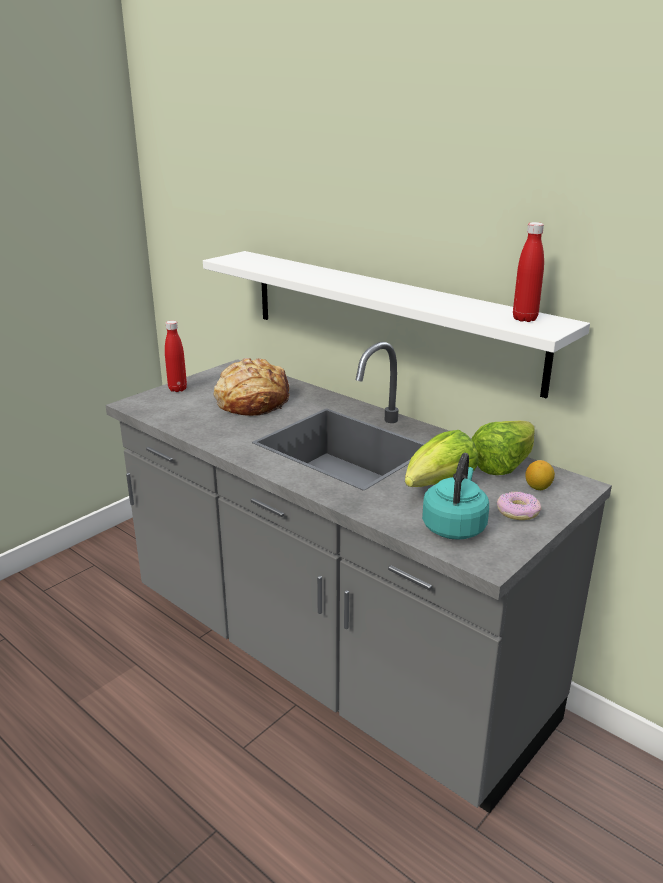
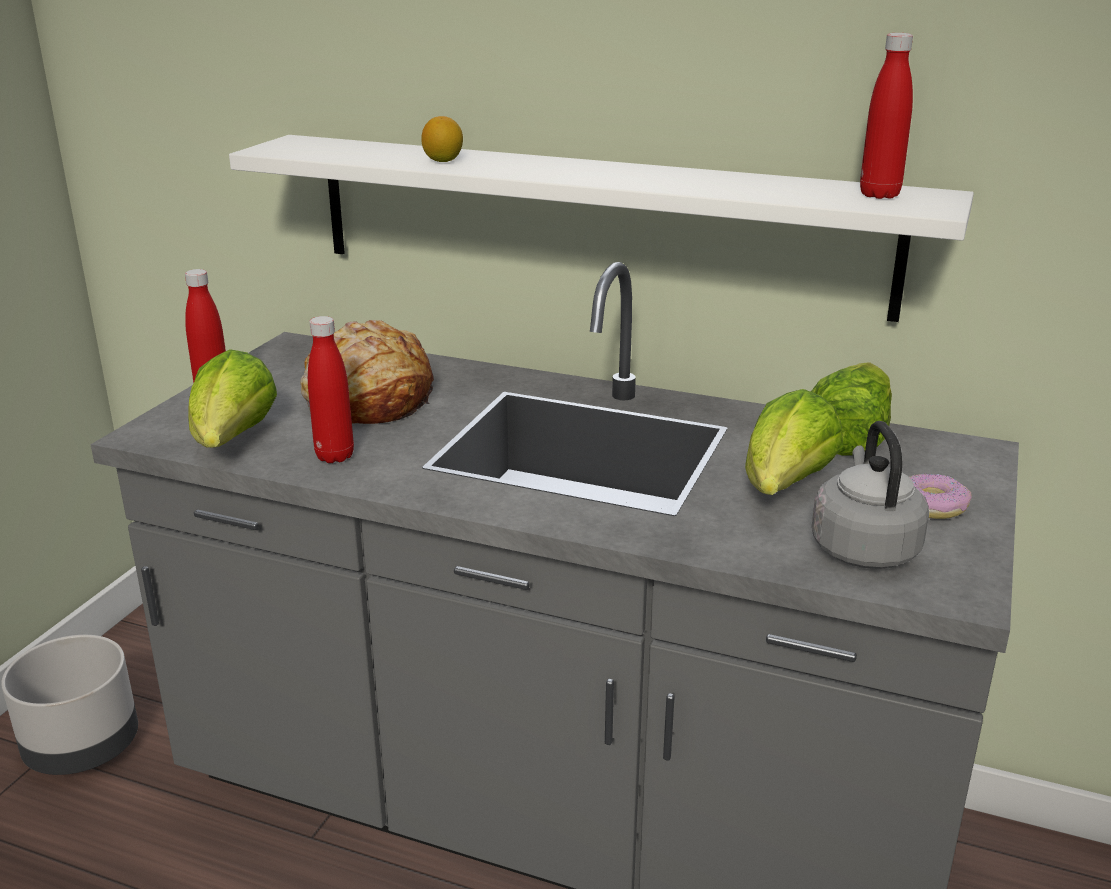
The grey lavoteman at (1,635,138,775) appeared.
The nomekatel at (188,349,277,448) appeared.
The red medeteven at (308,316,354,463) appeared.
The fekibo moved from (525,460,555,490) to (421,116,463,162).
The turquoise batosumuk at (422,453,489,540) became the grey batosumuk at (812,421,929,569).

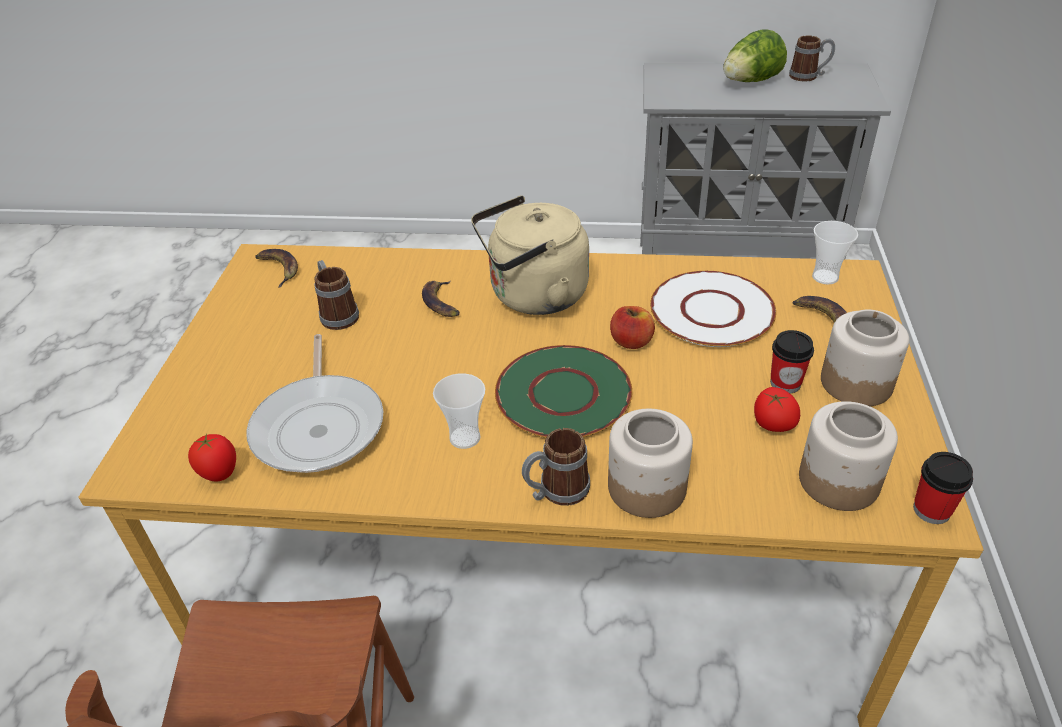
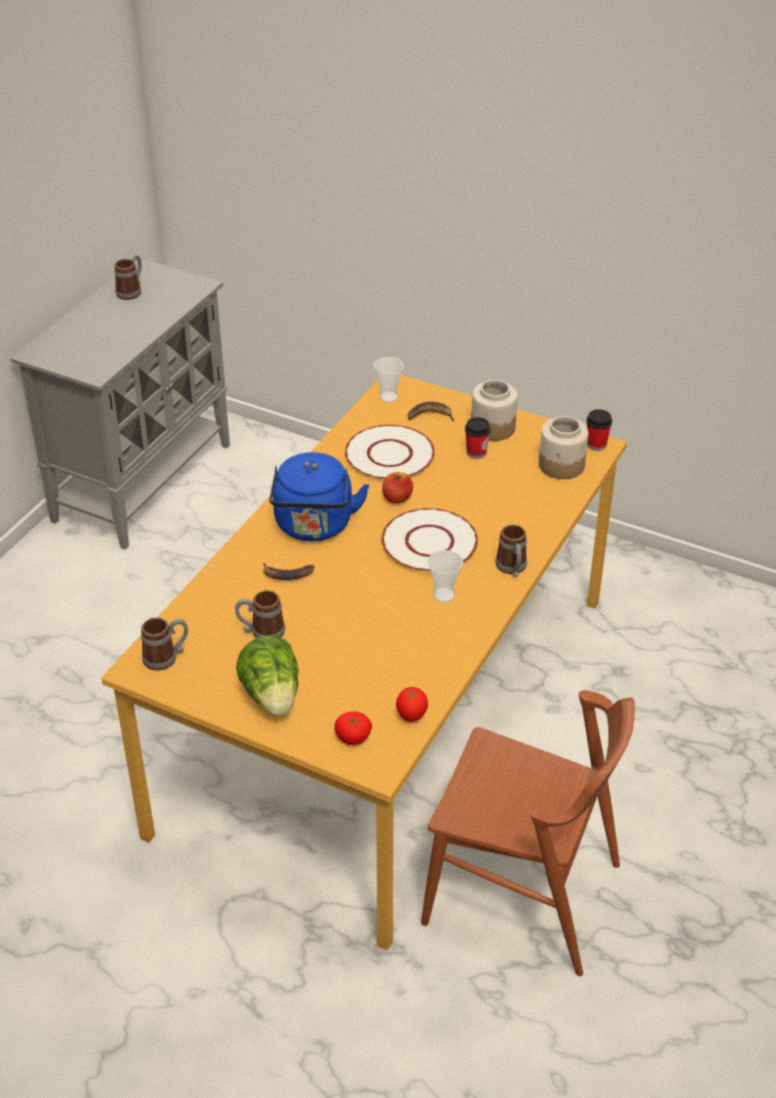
The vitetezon at (255,249,298,288) was replaced by the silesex at (141,617,188,671).
The nomekatel moved from (723,29,787,82) to (236,636,299,716).
The beige batosumuk at (471,195,589,315) became the blue batosumuk at (269,452,369,541).
The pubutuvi moved from (754,387,800,432) to (334,711,372,745).
The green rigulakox at (495,345,632,438) became the white rigulakox at (381,508,478,572).
The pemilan at (246,334,383,473) disappeared.
The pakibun at (608,409,693,518) disappeared.

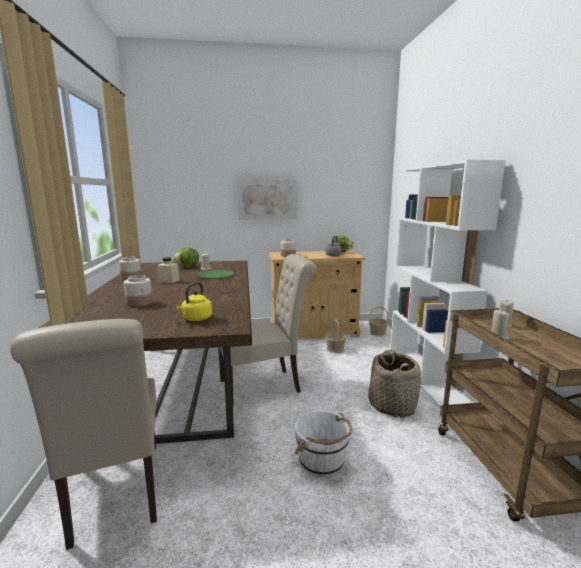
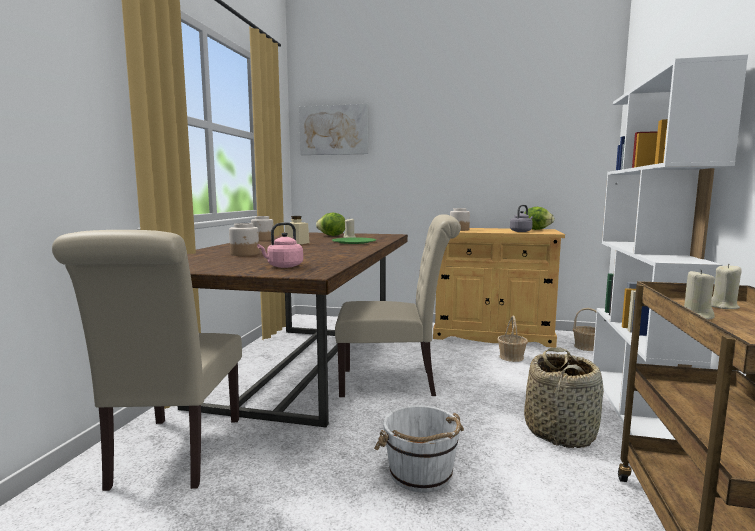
The yellow batosumuk at (176,282,212,321) became the pink batosumuk at (257,222,303,268).
The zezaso moved from (237,179,297,220) to (299,104,369,155).

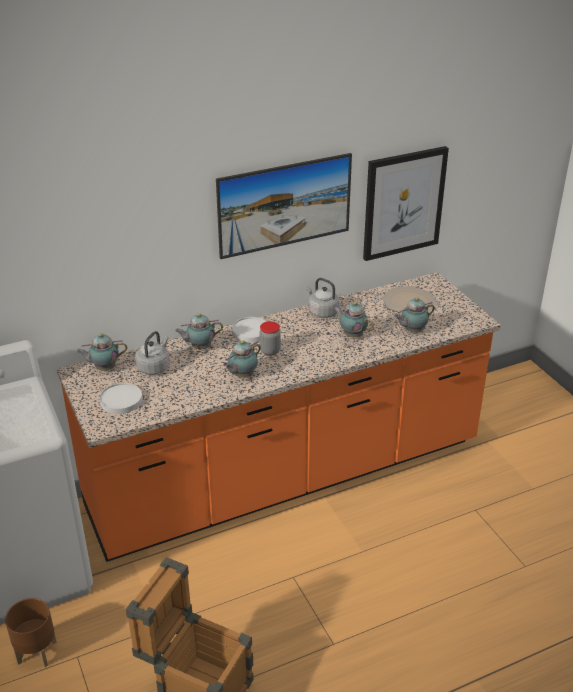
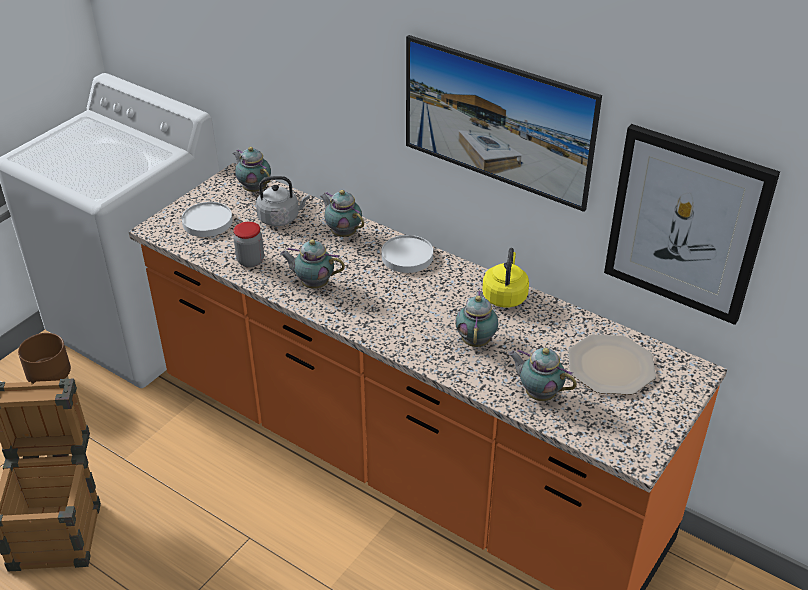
The pakibun moved from (259,321,281,356) to (233,222,264,268).
The grey batosumuk at (306,278,340,318) became the yellow batosumuk at (482,248,529,307).

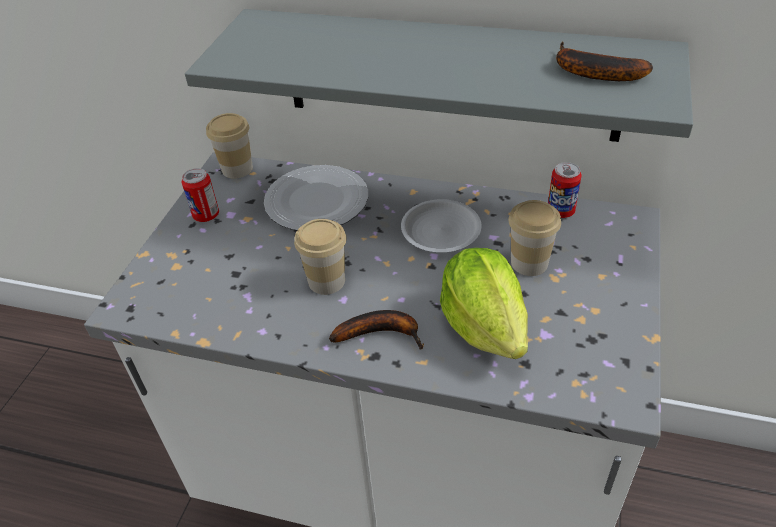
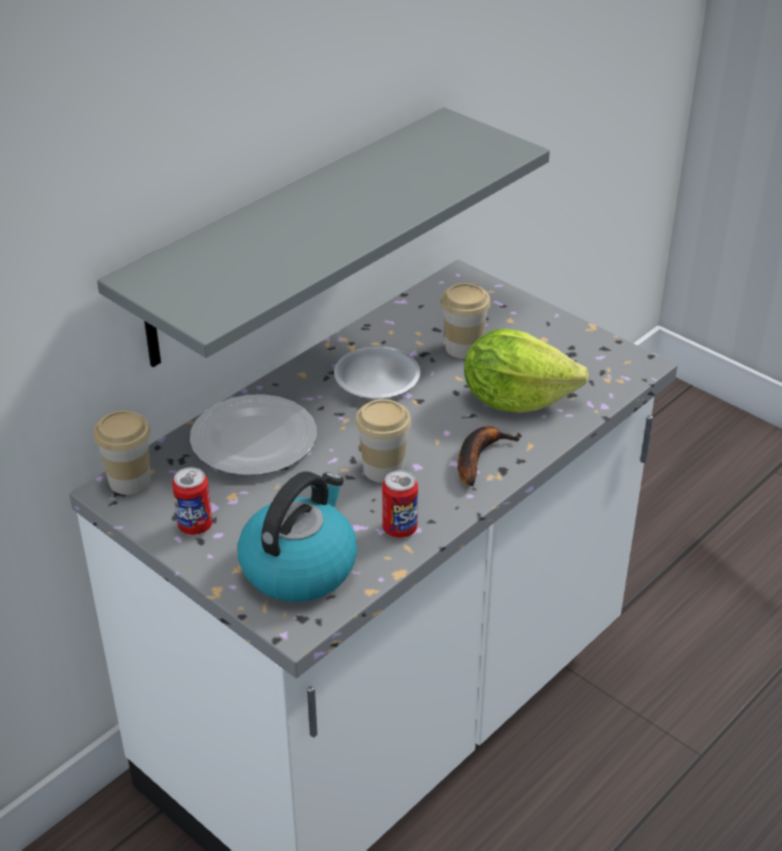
The batosumuk at (237,471,357,602) appeared.
The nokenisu moved from (548,162,582,218) to (382,470,418,538).
The vitetezon at (556,42,653,81) disappeared.

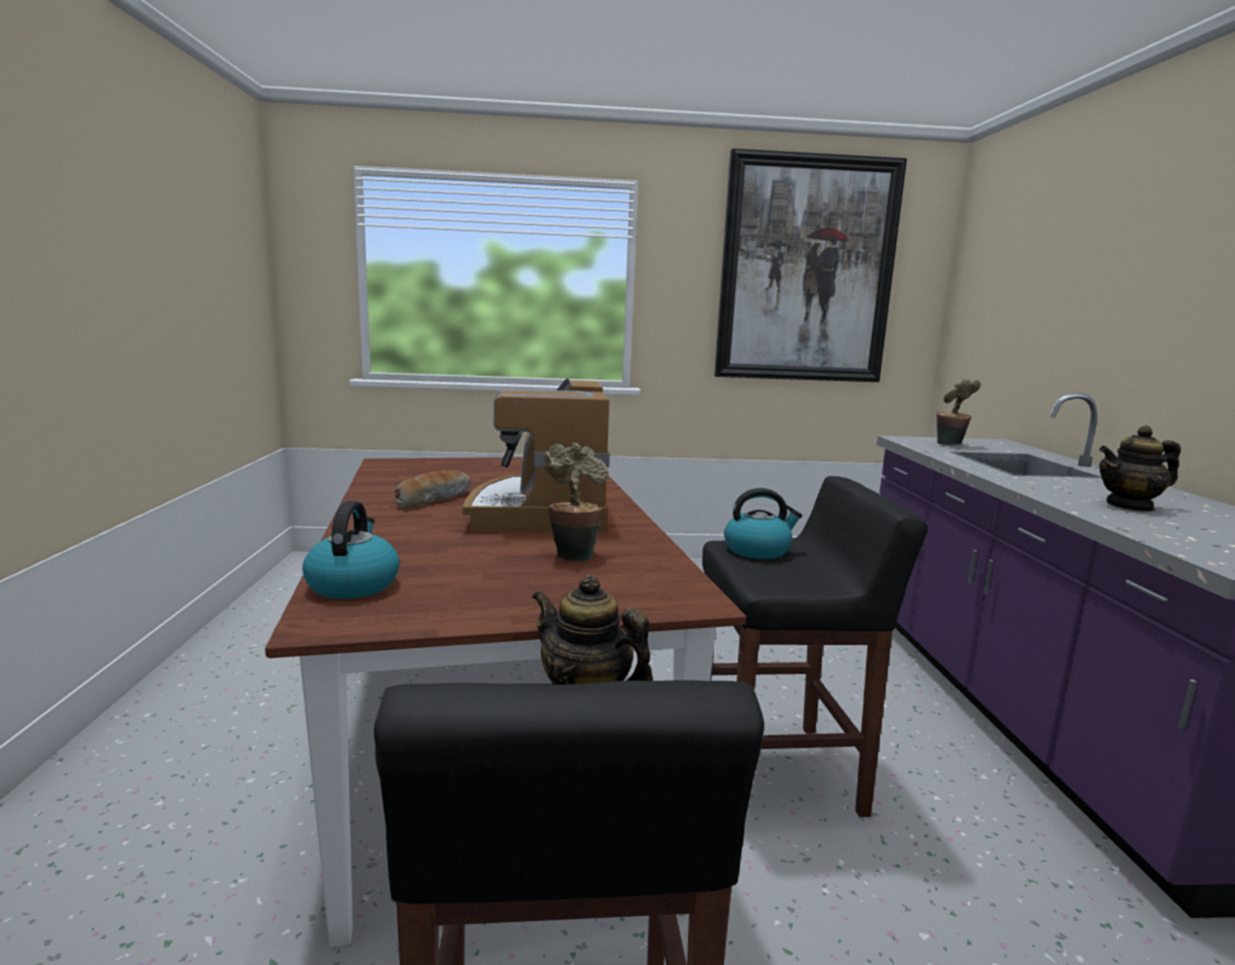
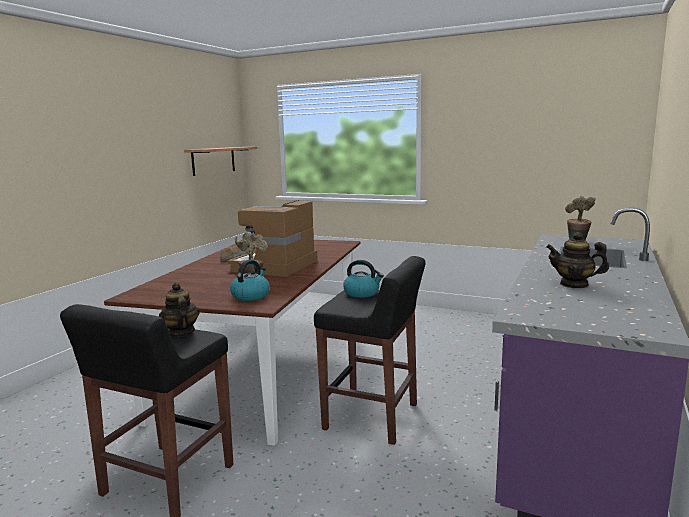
The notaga at (184,147,258,176) appeared.
The batosumuk moved from (303,501,399,599) to (230,260,270,301).
The zezaso at (714,149,907,382) disappeared.

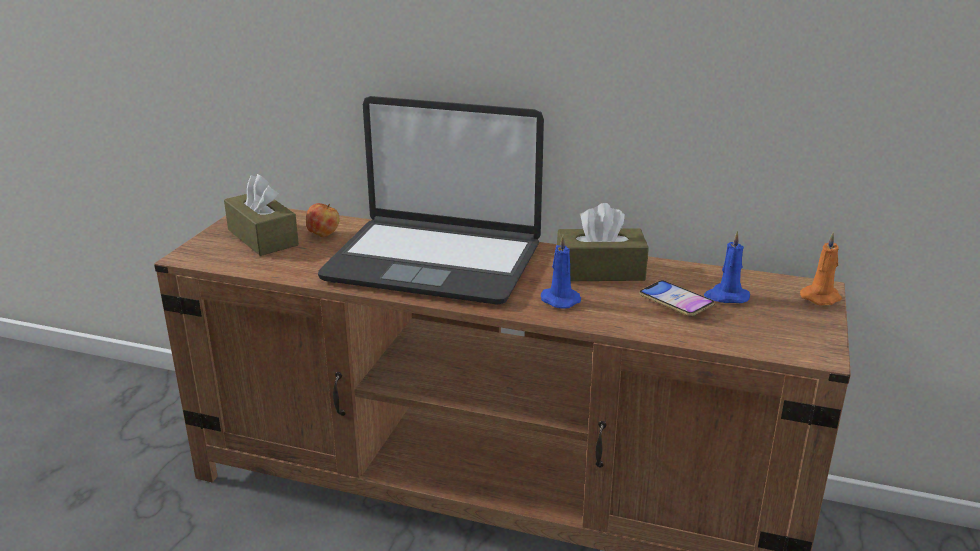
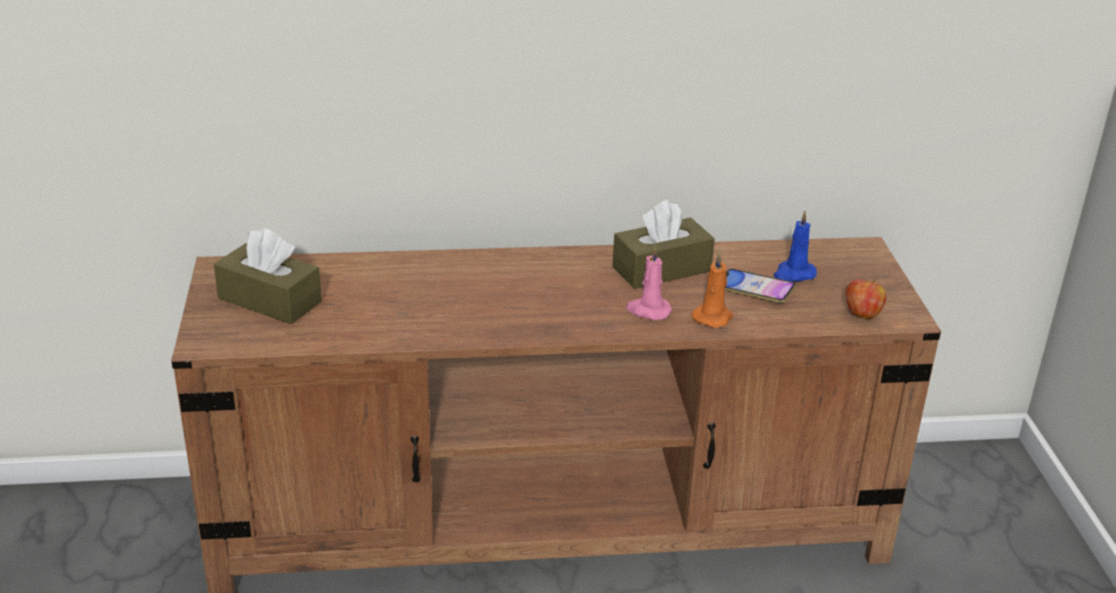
The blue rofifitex at (541,235,581,309) became the pink rofifitex at (626,245,672,320).
The orange rofifitex moved from (800,232,842,306) to (692,252,733,328).
The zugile moved from (306,203,340,237) to (846,278,886,319).
The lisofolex at (318,96,544,305) disappeared.

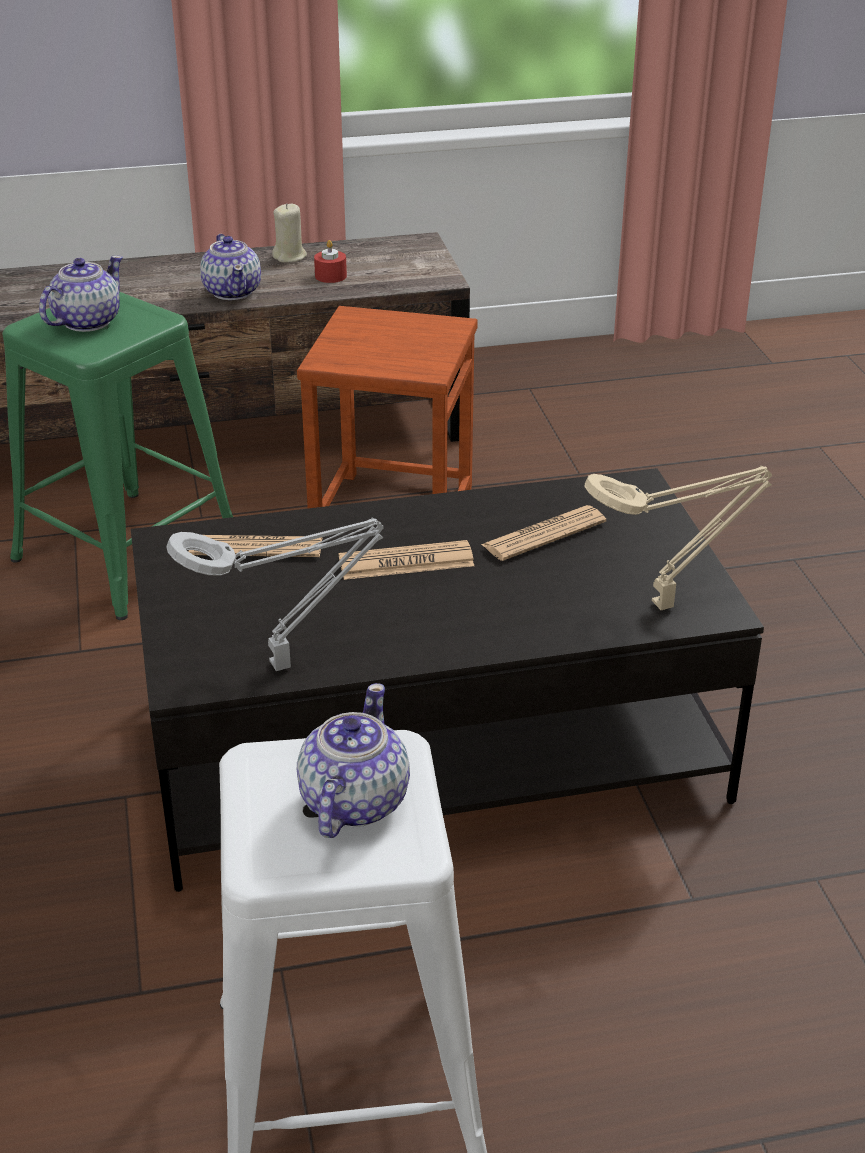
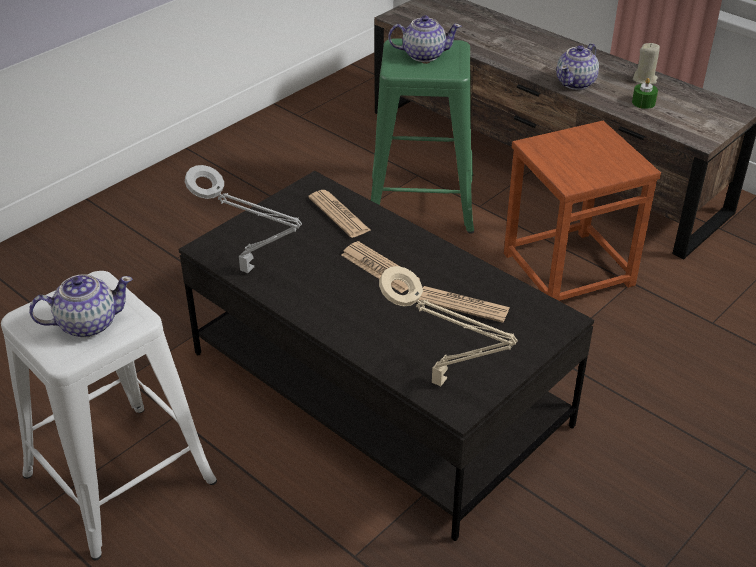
The red rofifitex at (314,240,347,283) became the green rofifitex at (632,78,658,109).

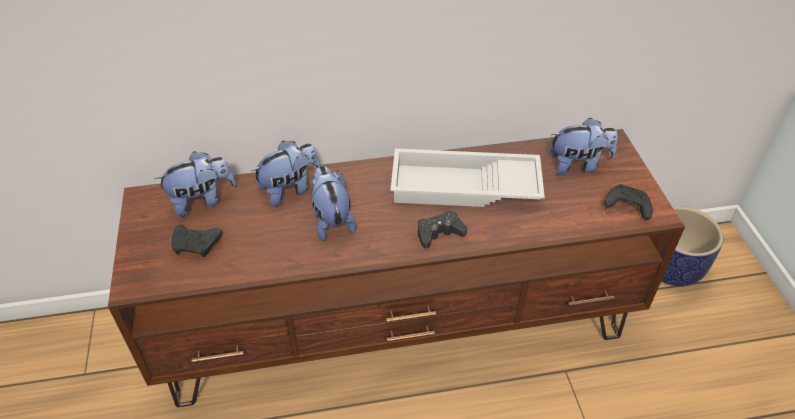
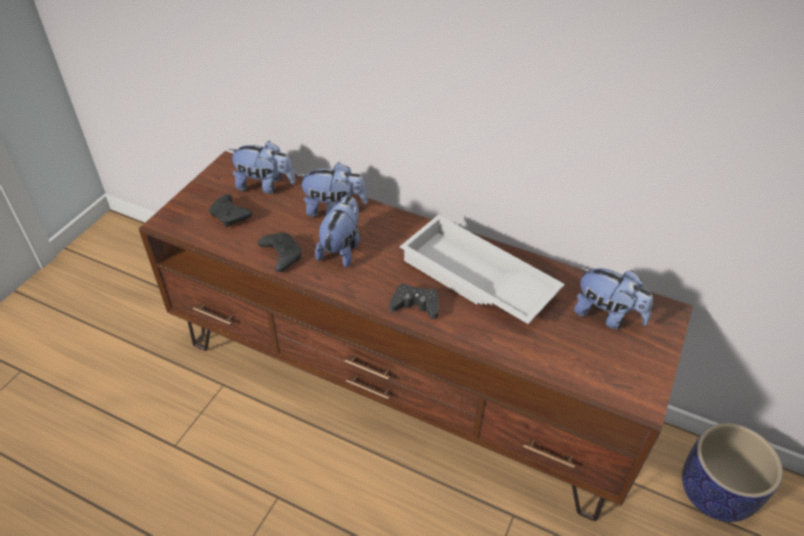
The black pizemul moved from (604,184,653,220) to (258,232,302,272).

